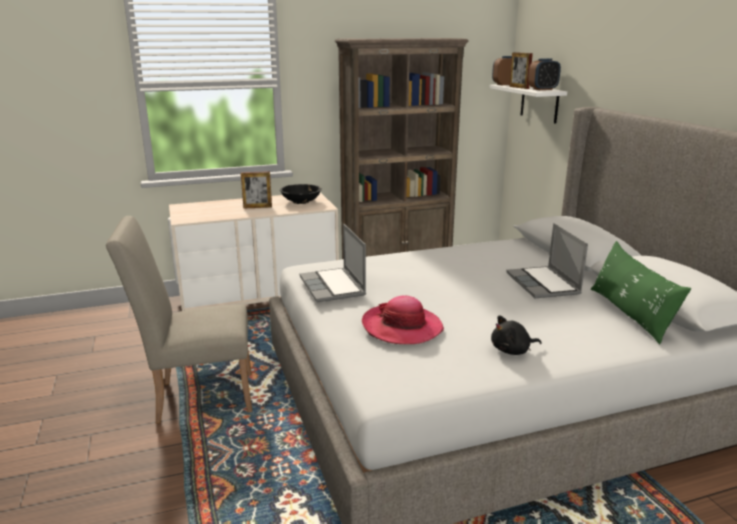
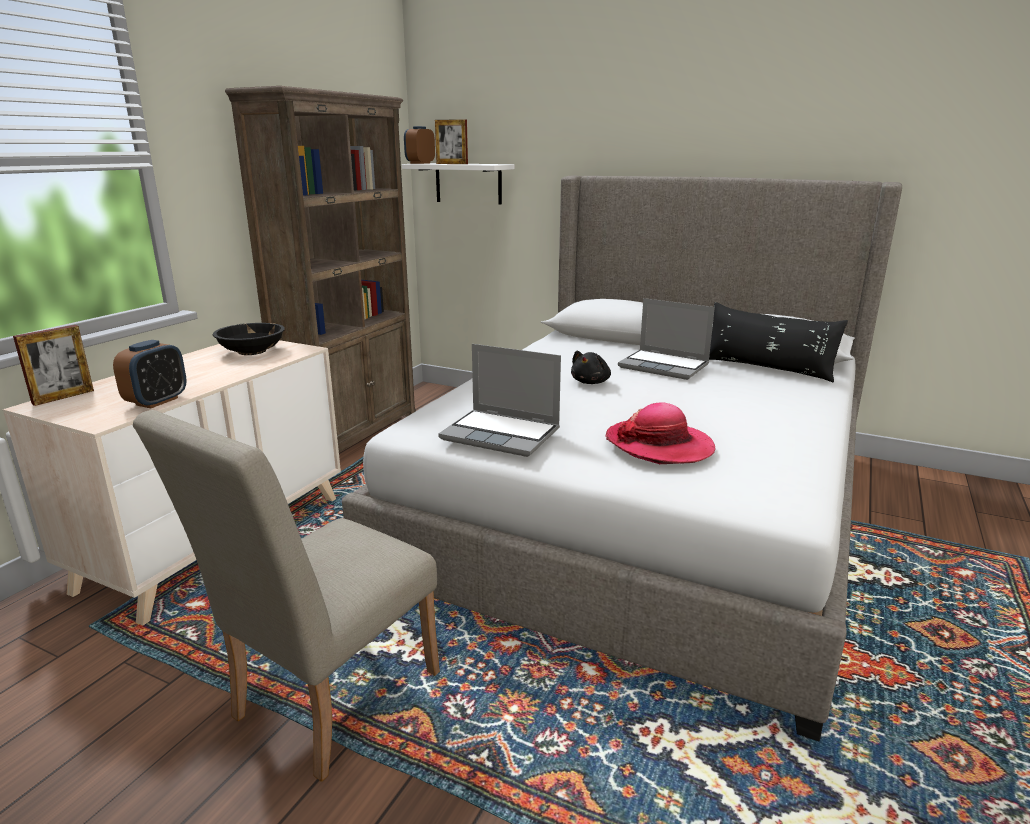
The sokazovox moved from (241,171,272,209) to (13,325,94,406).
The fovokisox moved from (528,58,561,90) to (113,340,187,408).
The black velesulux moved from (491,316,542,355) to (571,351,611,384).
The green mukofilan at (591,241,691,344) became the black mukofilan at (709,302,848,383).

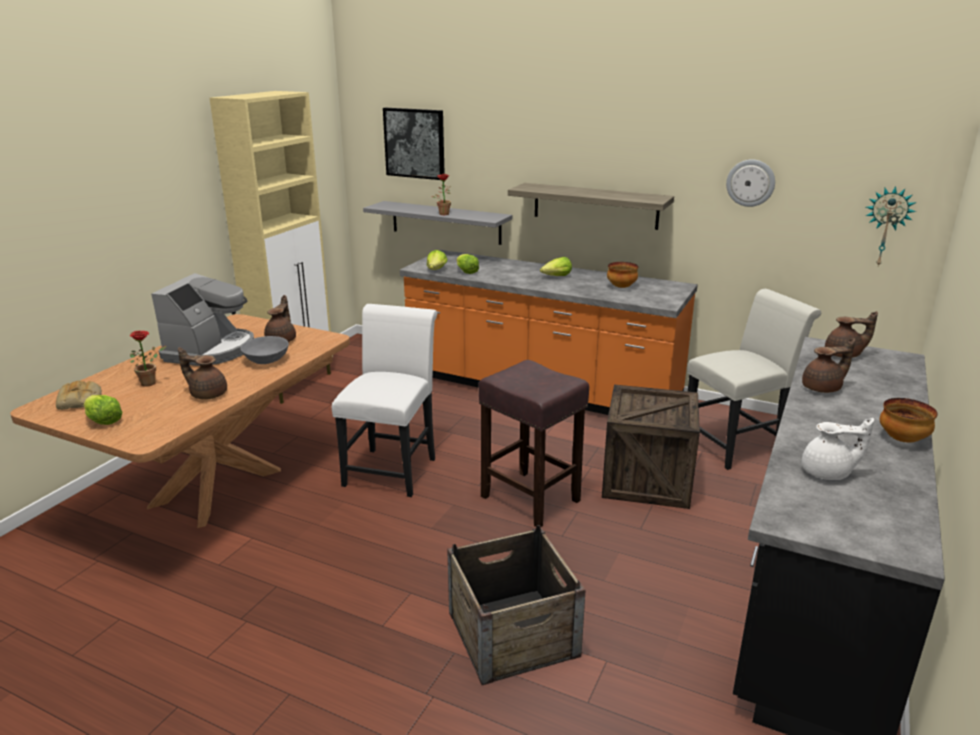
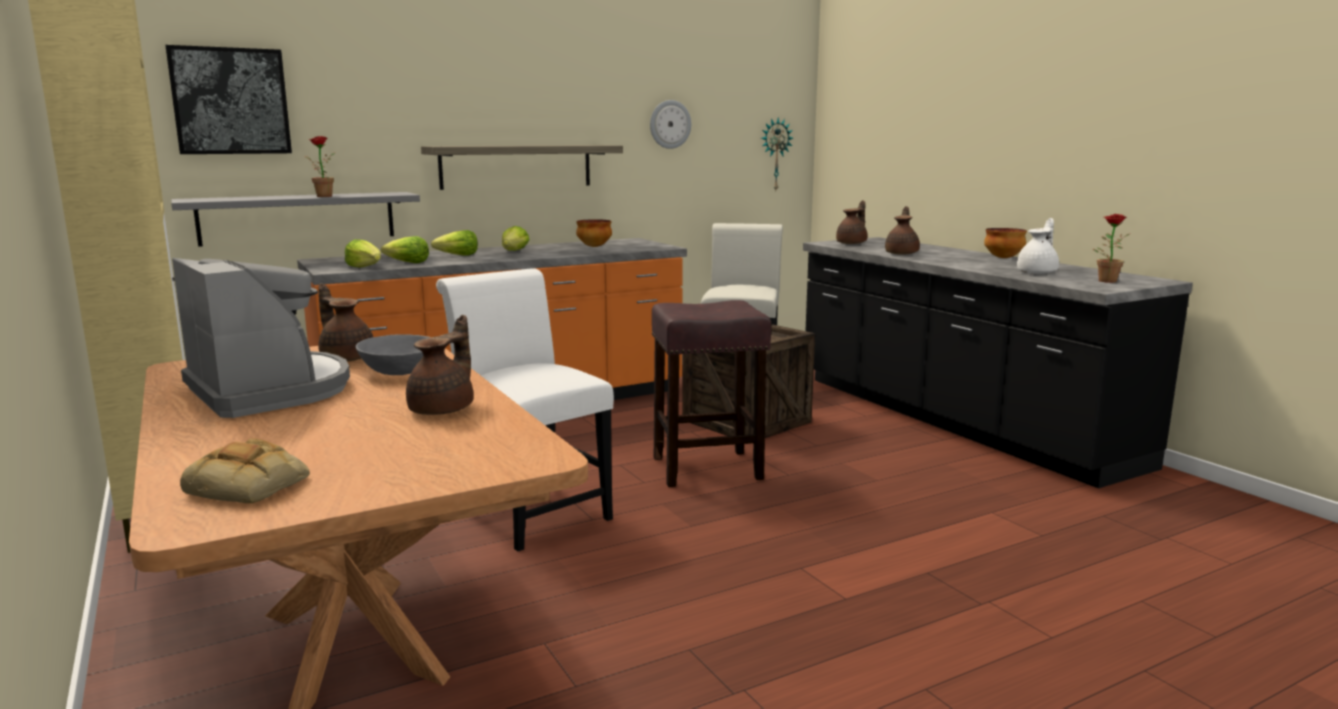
The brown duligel at (178,347,227,400) turned 150 degrees clockwise.
The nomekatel moved from (84,395,122,425) to (431,230,478,256).
The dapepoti moved from (130,331,167,387) to (1092,214,1129,283).
The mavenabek at (447,525,586,685) disappeared.

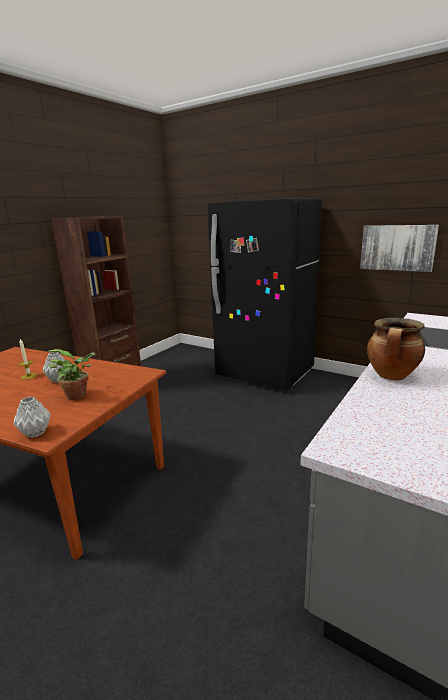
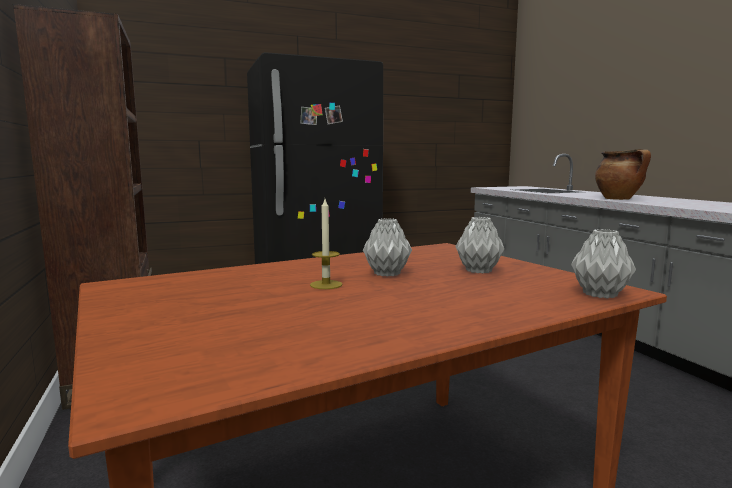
The dapepoti at (48,349,95,400) was replaced by the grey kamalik at (455,217,504,274).
The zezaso at (360,225,439,272) disappeared.

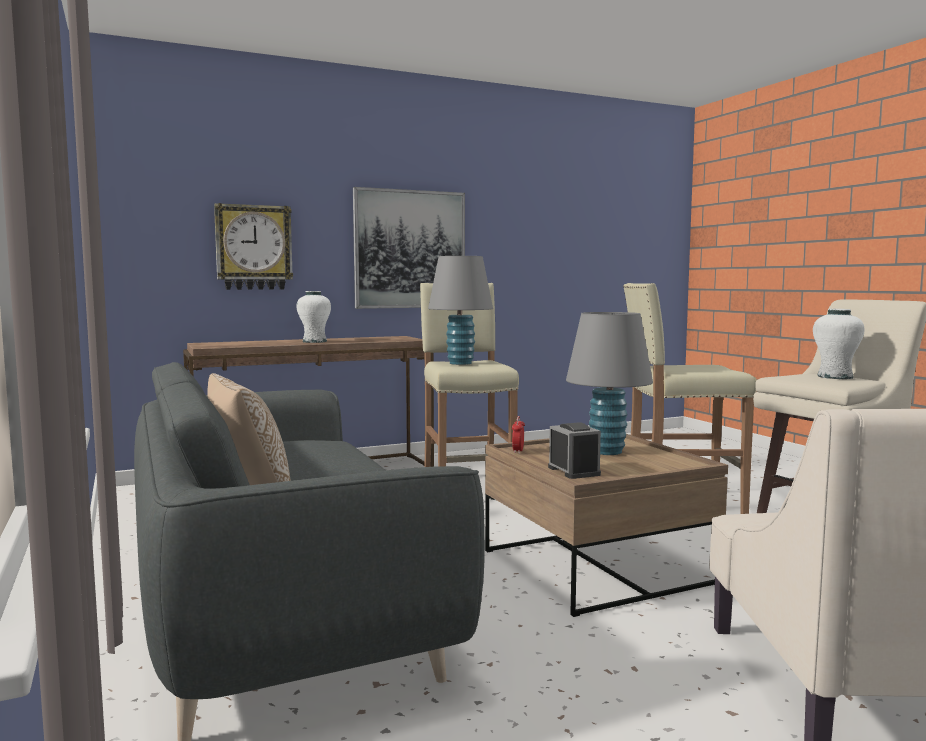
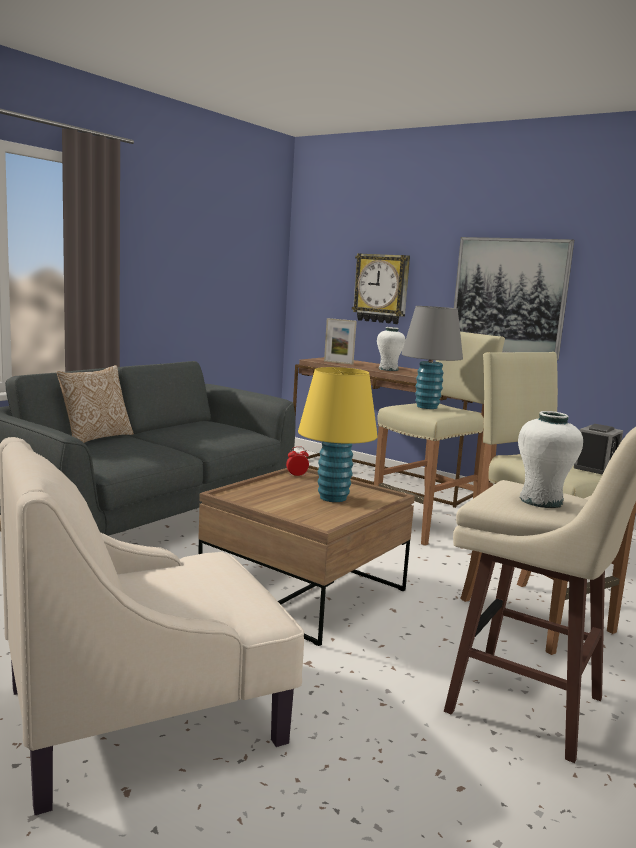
The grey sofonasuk at (566,312,653,455) became the yellow sofonasuk at (298,367,378,502).
The sokazovox at (324,318,357,365) appeared.
The fovokisox moved from (548,422,601,479) to (574,424,623,475).

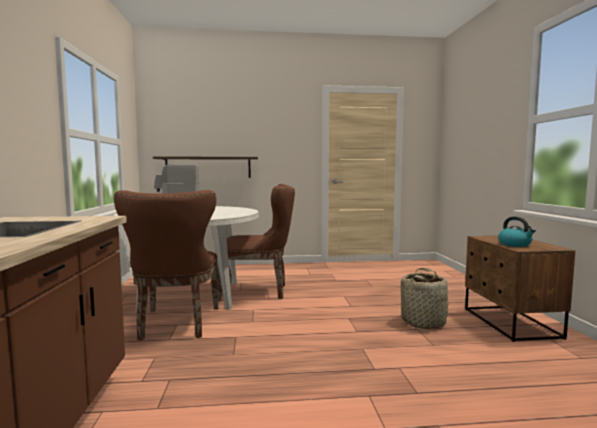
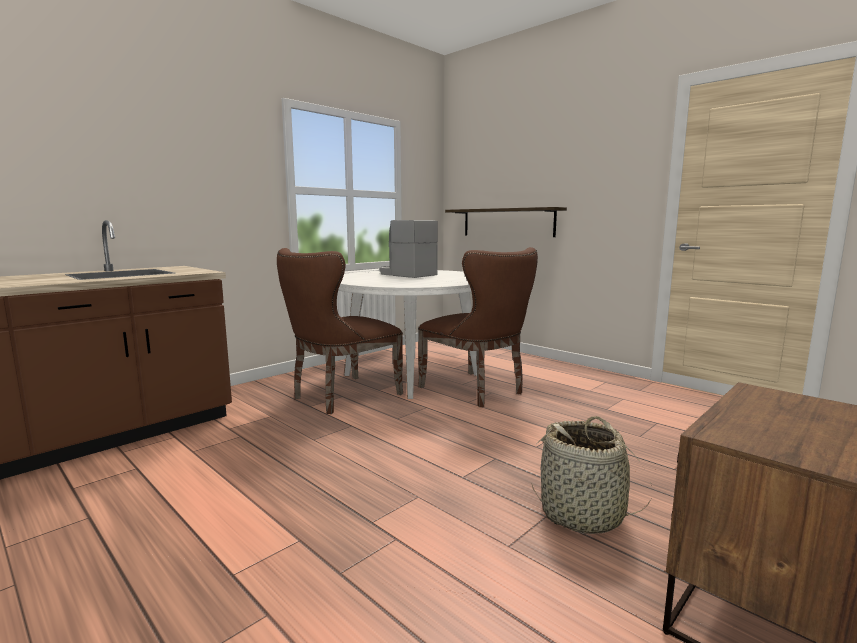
The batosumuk at (498,216,536,247) disappeared.

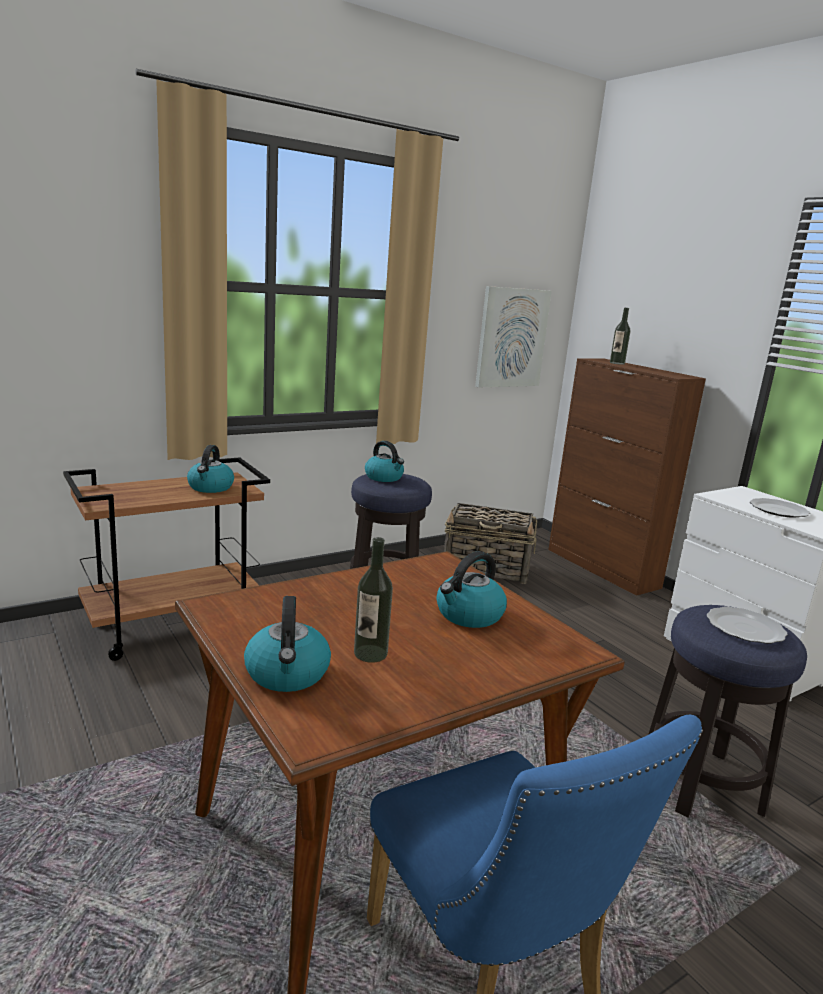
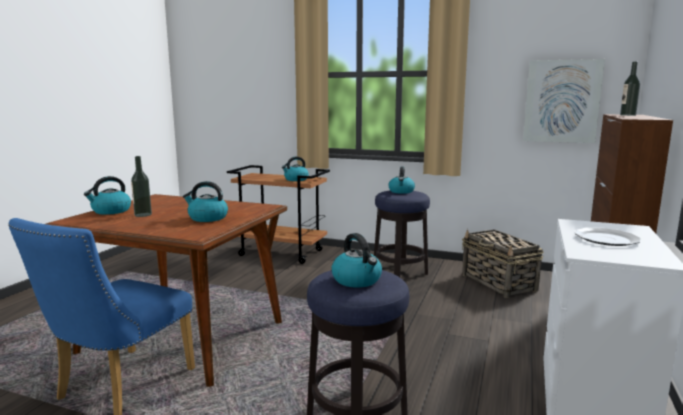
The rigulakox at (707,607,788,644) was replaced by the batosumuk at (331,233,382,288).

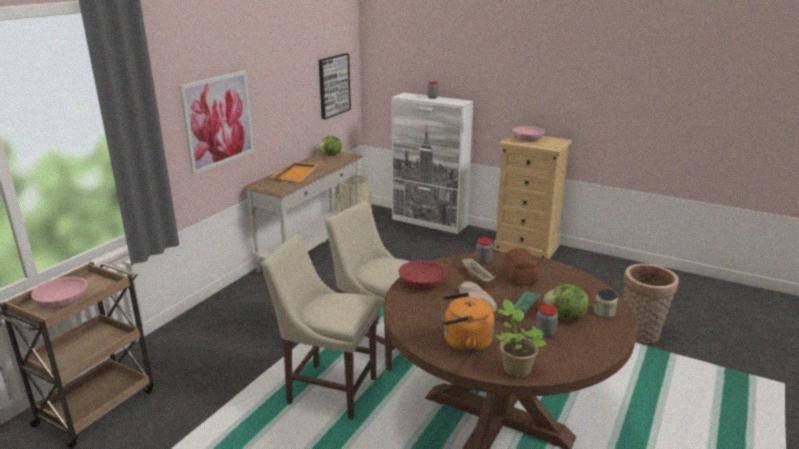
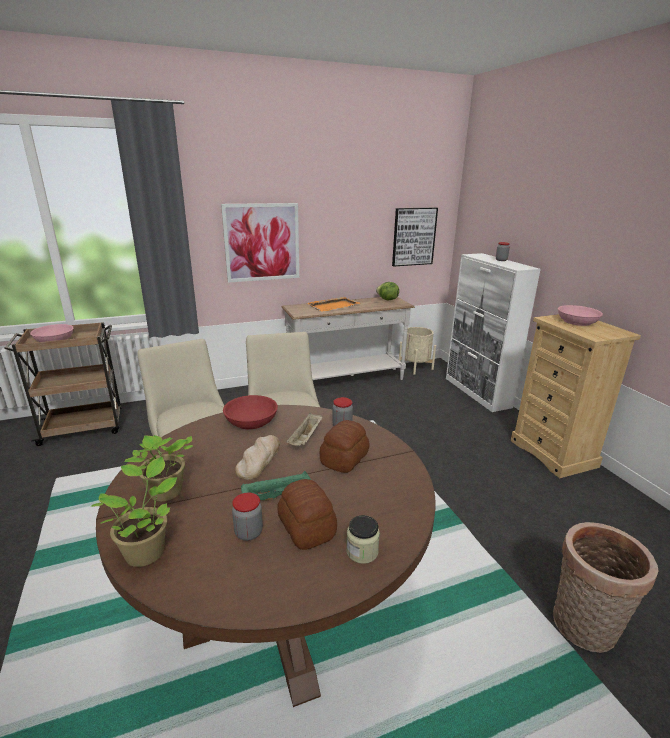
The orange batosumuk at (441,292,494,353) was replaced by the dapepoti at (124,435,193,502).
The nomekatel at (544,284,589,320) was replaced by the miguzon at (277,479,337,550).

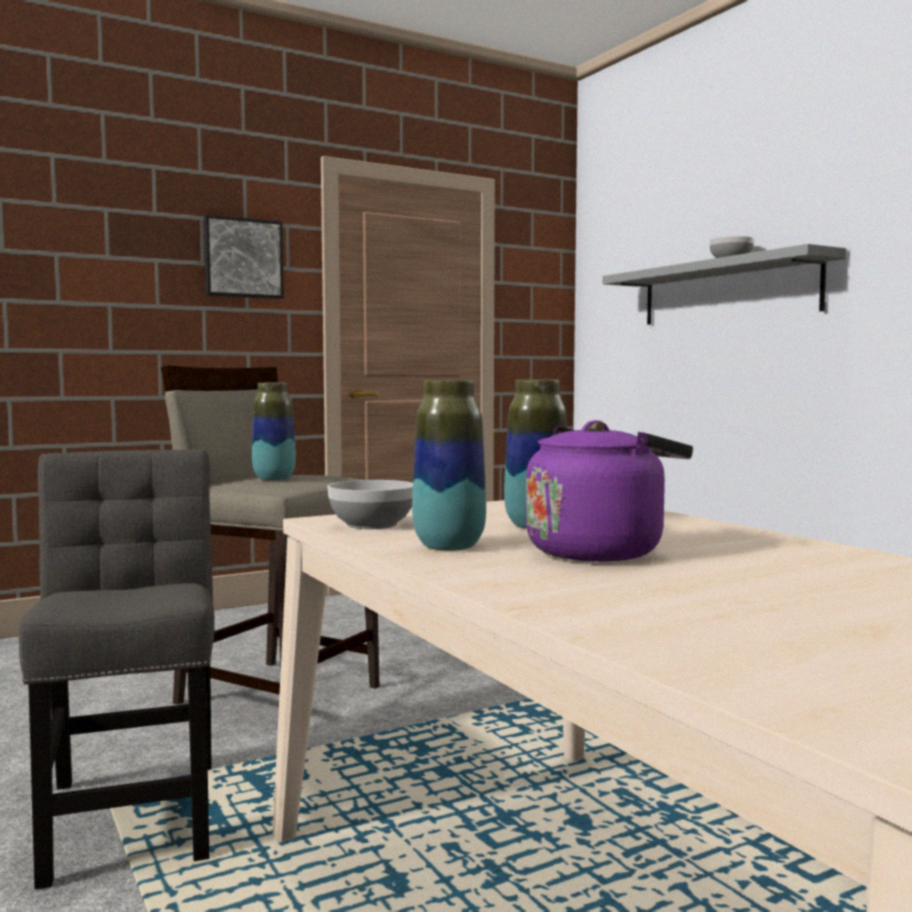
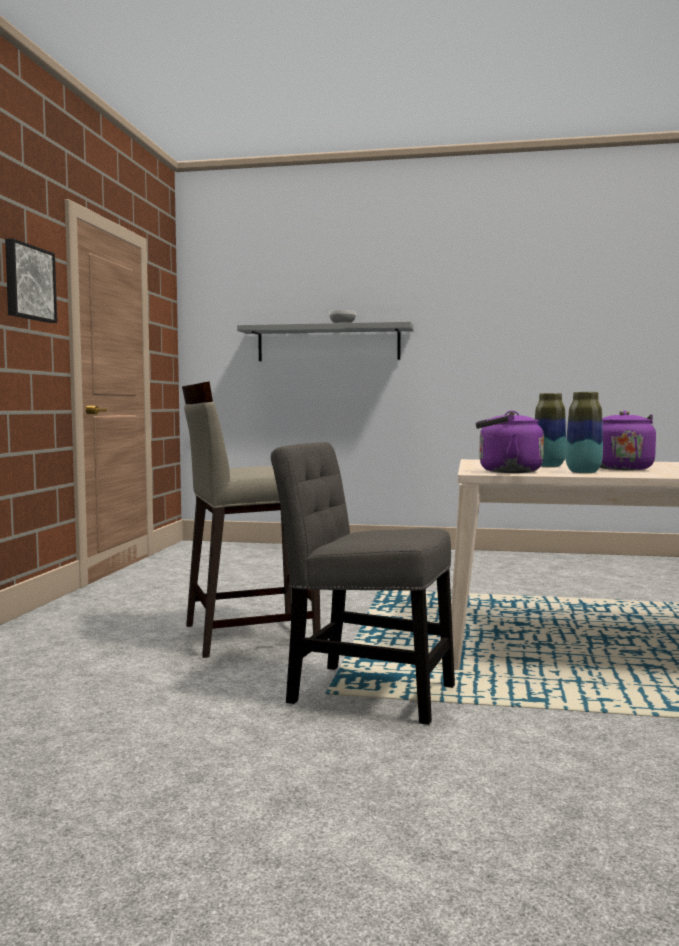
The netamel at (327,480,413,529) was replaced by the purple batosumuk at (475,411,544,473).
The kamalik at (252,383,296,481) disappeared.

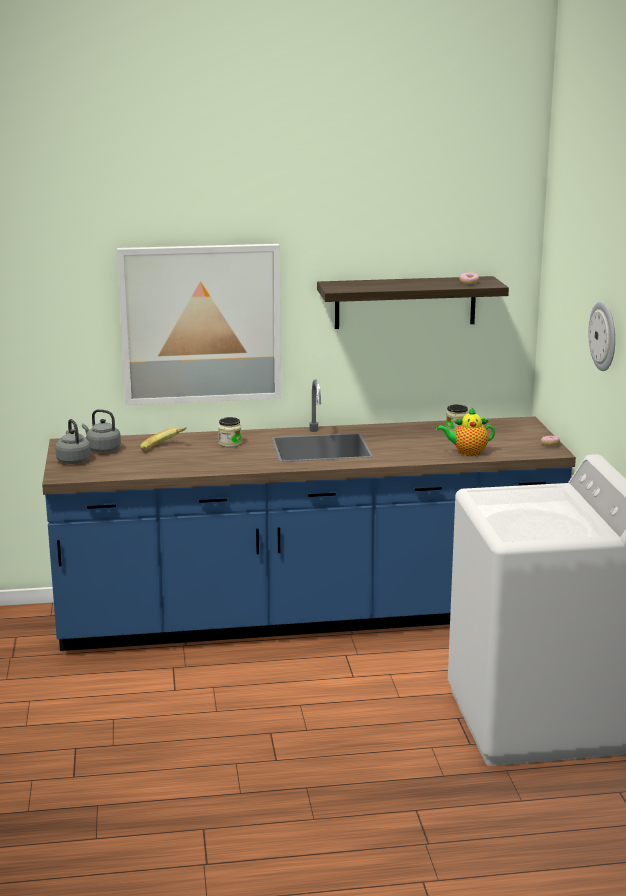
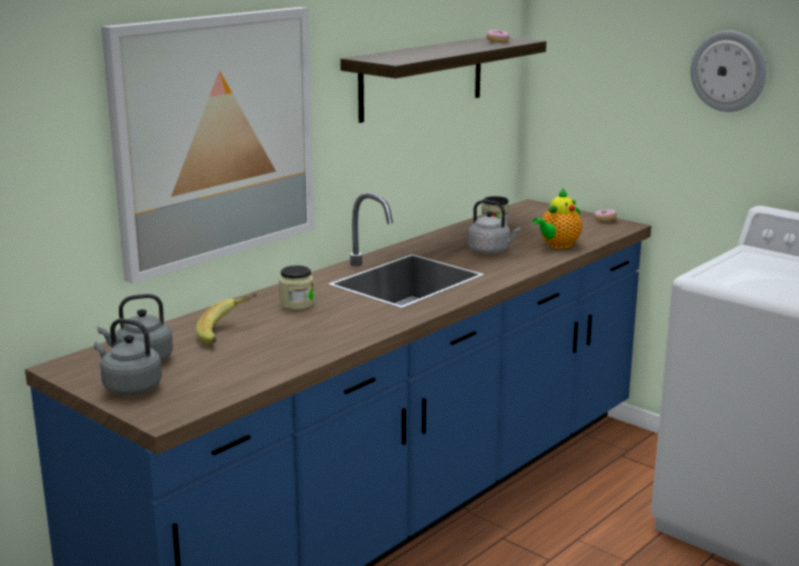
The grey batosumuk at (468,200,521,254) appeared.

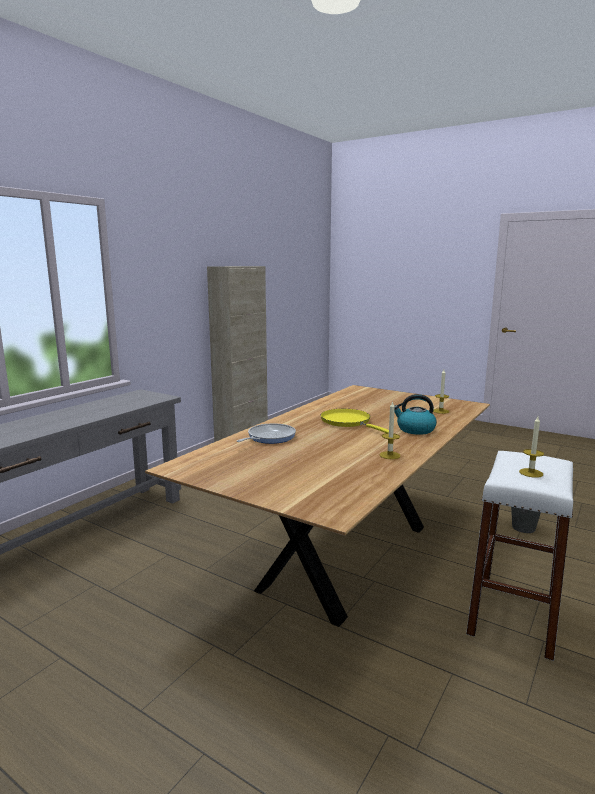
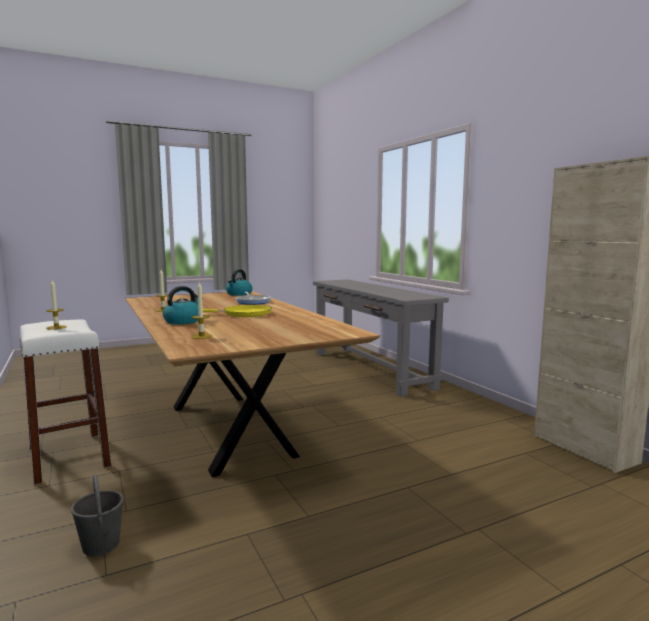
The batosumuk at (226,269,252,296) appeared.

